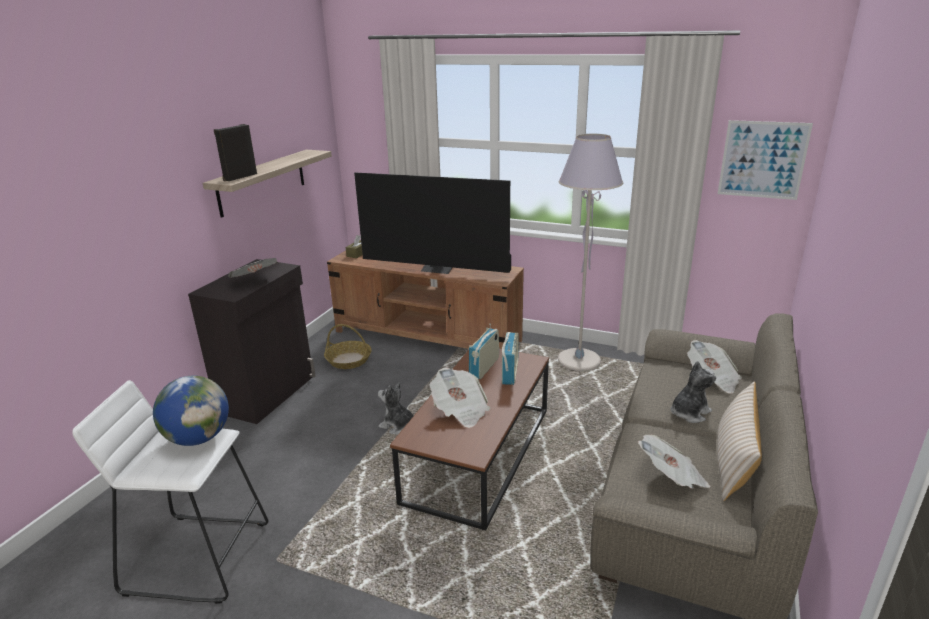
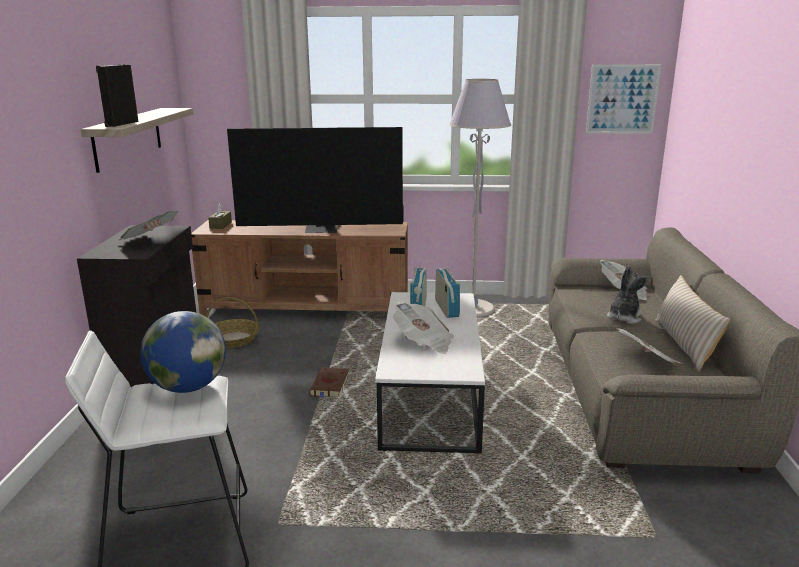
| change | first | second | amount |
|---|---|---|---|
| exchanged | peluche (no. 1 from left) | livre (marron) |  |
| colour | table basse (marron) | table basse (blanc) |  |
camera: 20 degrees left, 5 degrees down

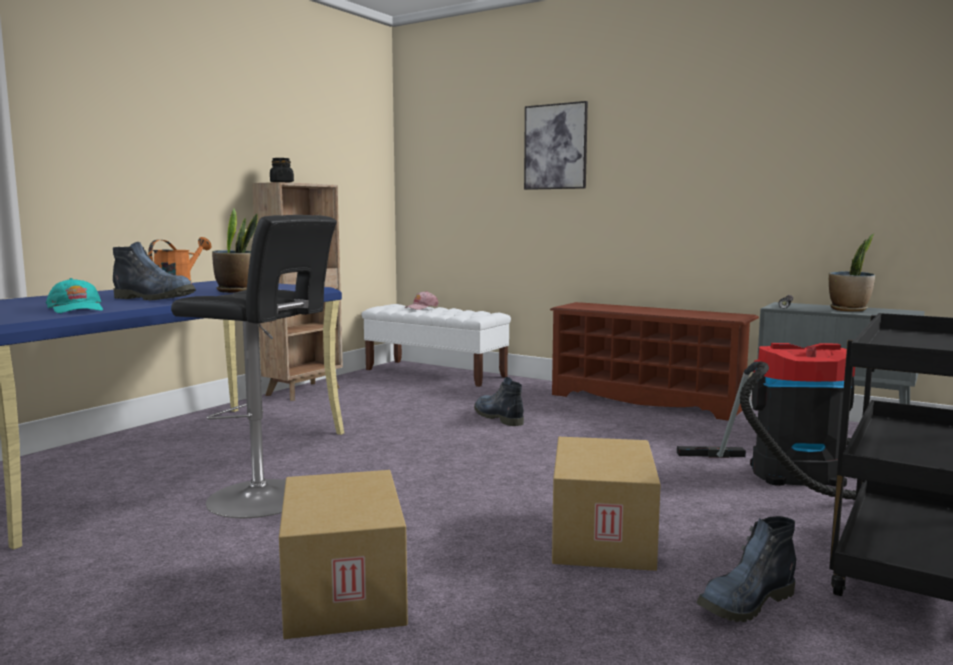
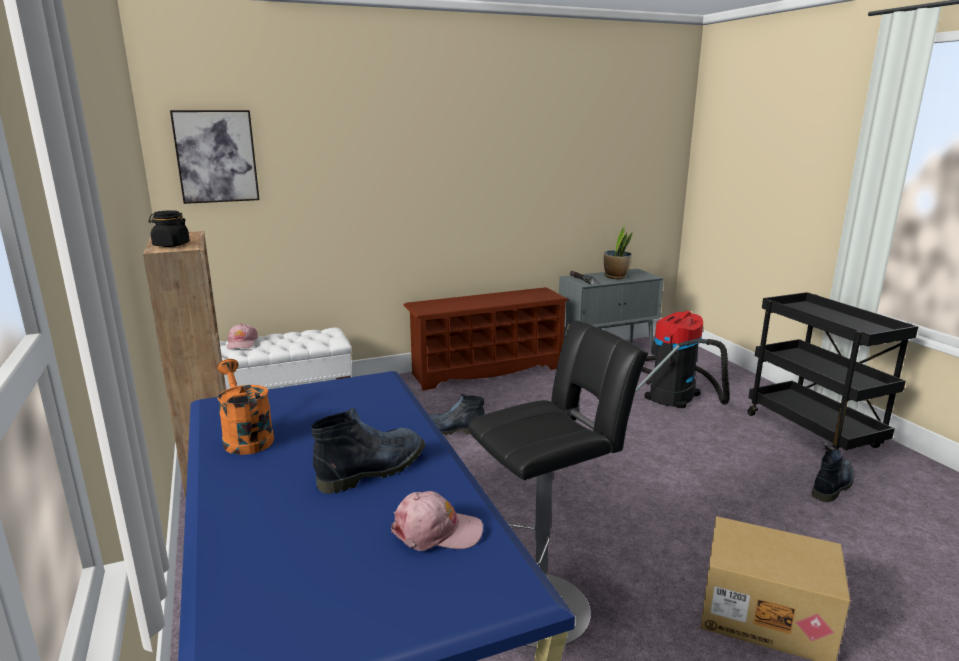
| change | first | second | amount |
|---|---|---|---|
| colour | casquette (turquoise) | casquette (rose) (no. 2 from left) |  |
| missing | plante en pot (no. 1 from left) |  |  |
| relocated | tableau |  |  |
| missing | carton (no. 2 from left) |  |  |
| spun | botte (no. 3 from left) |  | 135 degrees counterclockwise |
camera: 55 degrees left, 10 degrees up

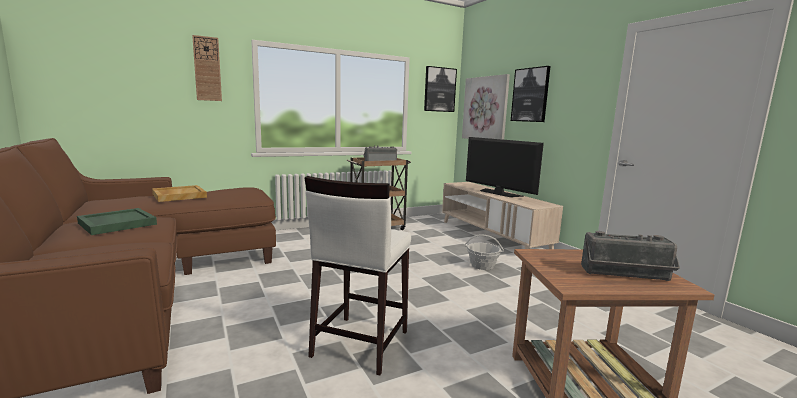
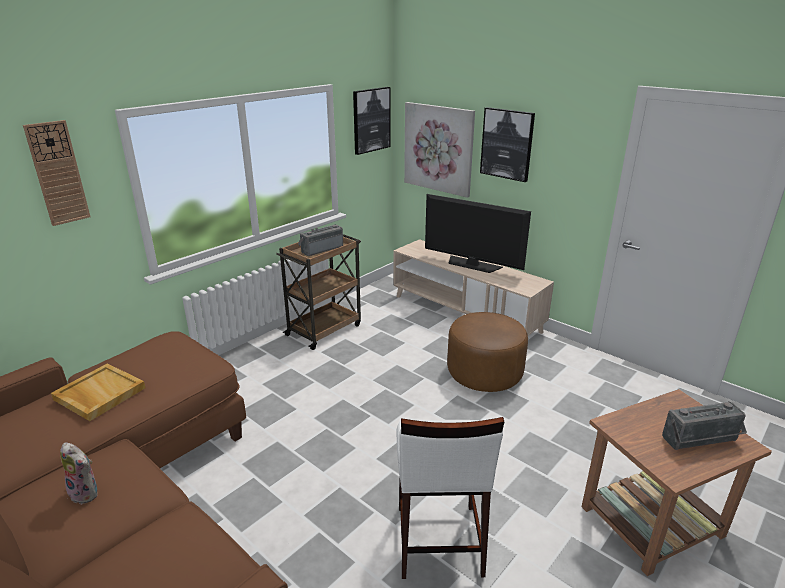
| change | first | second | amount |
|---|---|---|---|
| exchanged | plateau (vert) | peluche |  |
| exchanged | panier | pouf (marron) |  |
camera: 20 degrees left, 15 degrees up

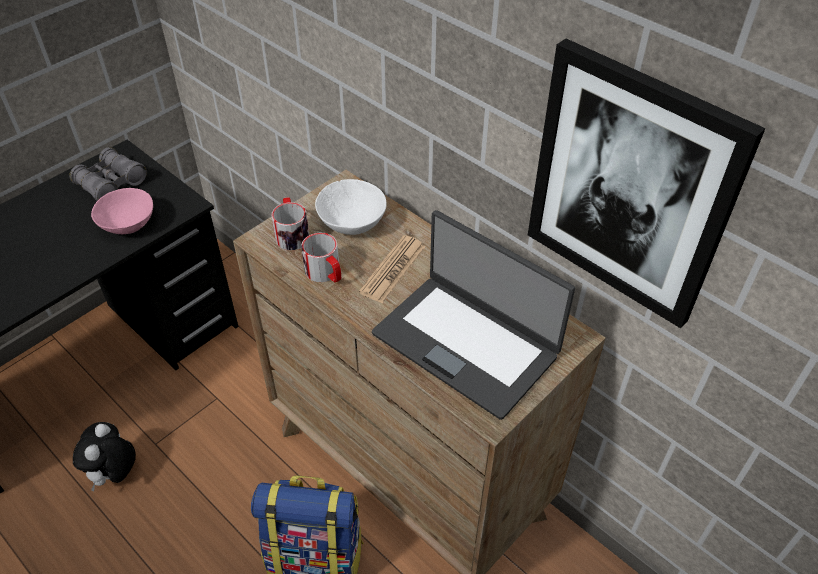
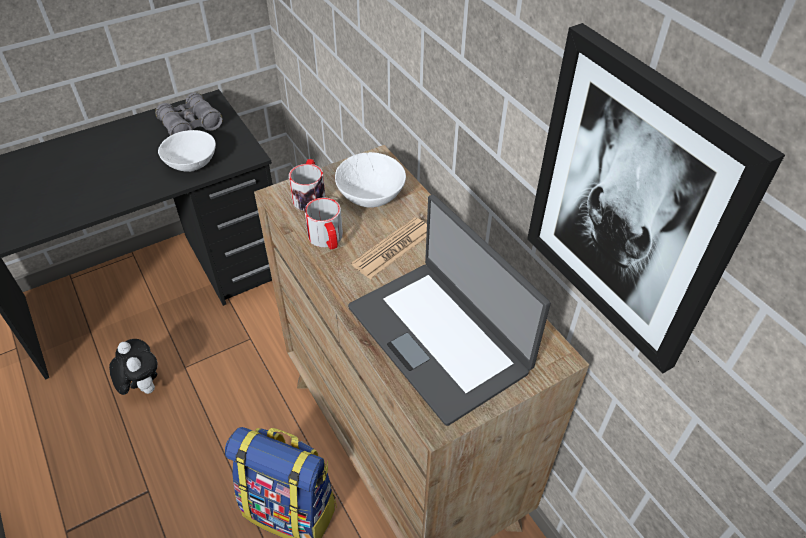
| change | first | second | amount |
|---|---|---|---|
| spun | peluche |  | 120 degrees clockwise |
| colour | bol (rose) | bol (blanc) (no. 1 from left) |  |
camera: 15 degrees right, 0 degrees up

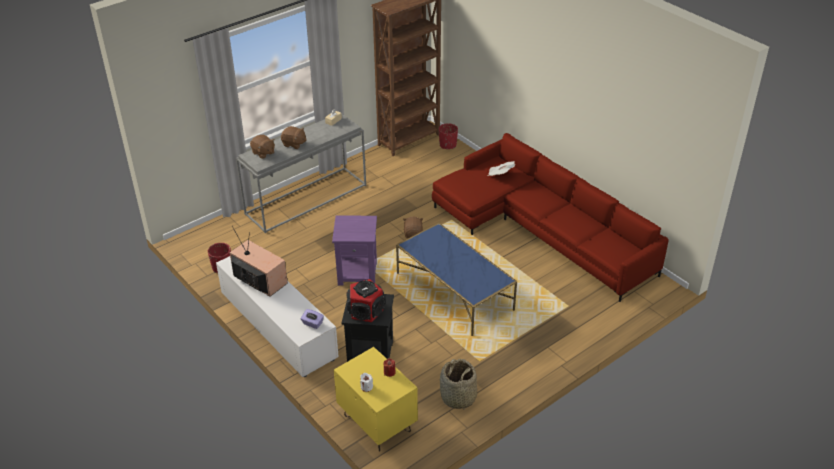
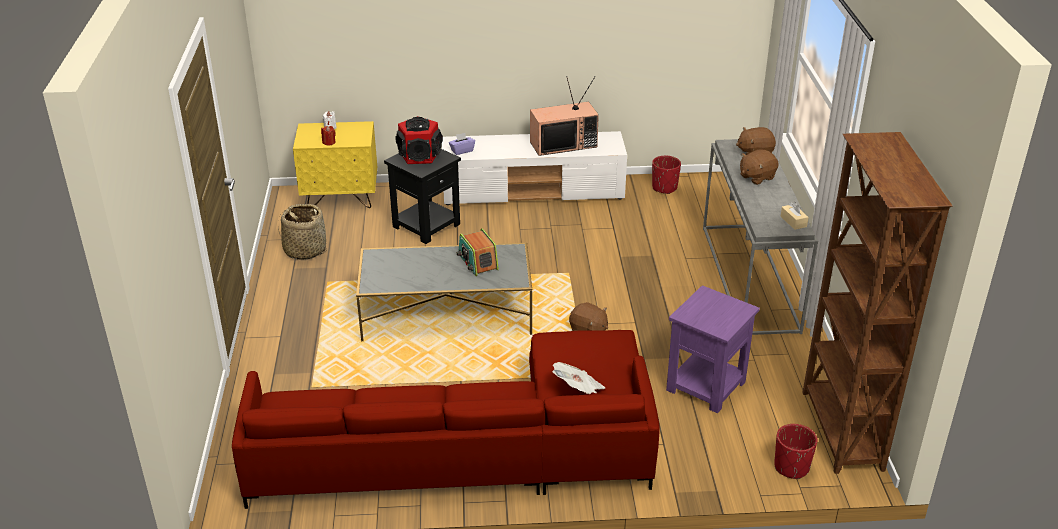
| change | first | second | amount |
|---|---|---|---|
| relocated | table d'appoint (violet) |  |  |
| colour | table basse (bleu) | table basse (gris) |  |
| appeared |  | radio |  |
camera: 125 degrees right, 5 degrees down

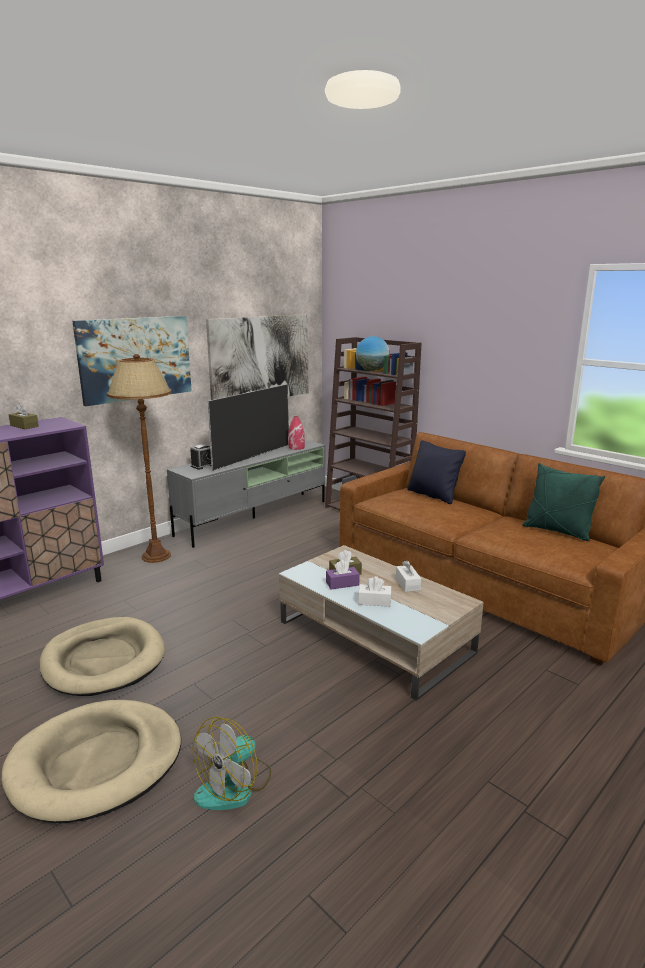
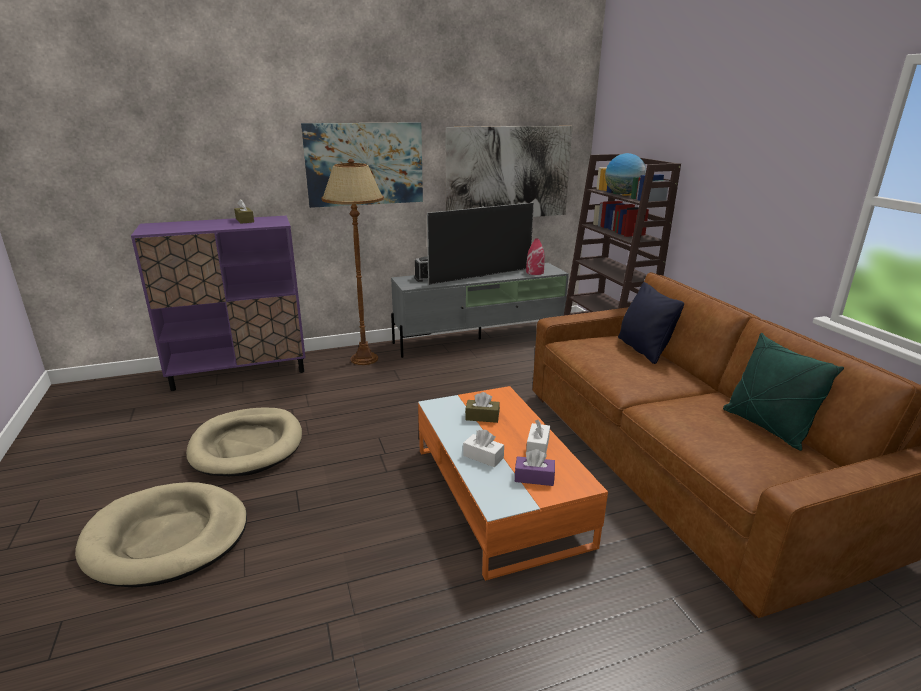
| change | first | second | amount |
|---|---|---|---|
| missing | ventilateur |  |  |
| colour | table basse (beige) | table basse (orange) |  |
| relocated | boîte à mouchoirs (violet) |  |  |
camera: 25 degrees right, 5 degrees up

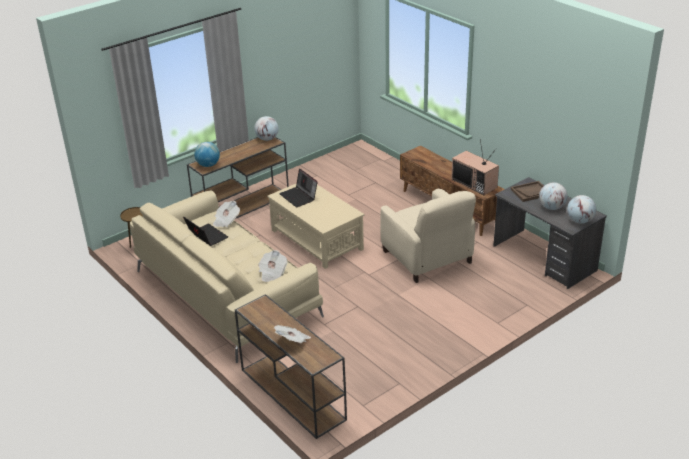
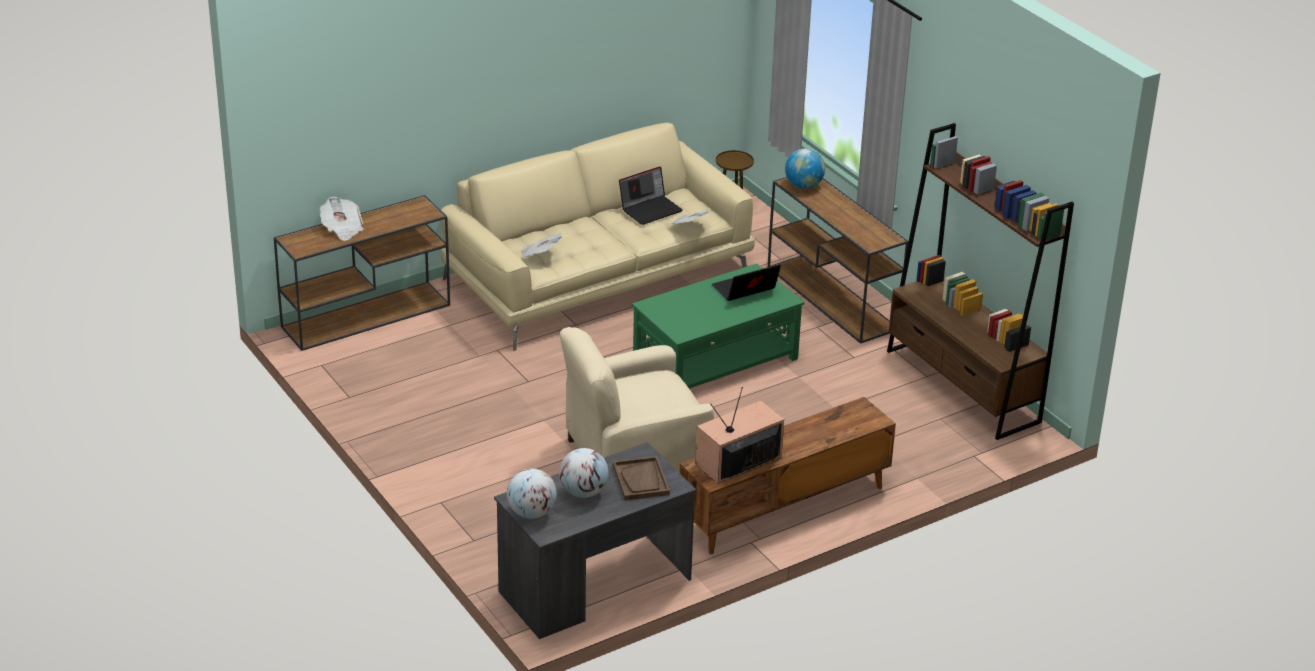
| change | first | second | amount |
|---|---|---|---|
| missing | globe (no. 2 from left) |  |  |
| colour | table basse (beige) | table basse (vert) |  |
| appeared |  | bibliothèque (marron) |  |
camera: 95 degrees right, 0 degrees up

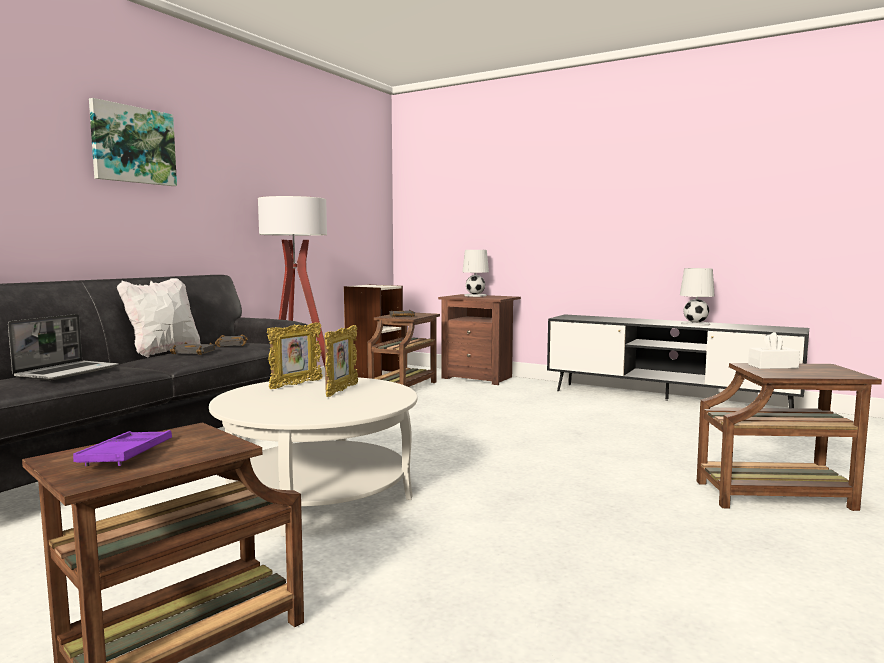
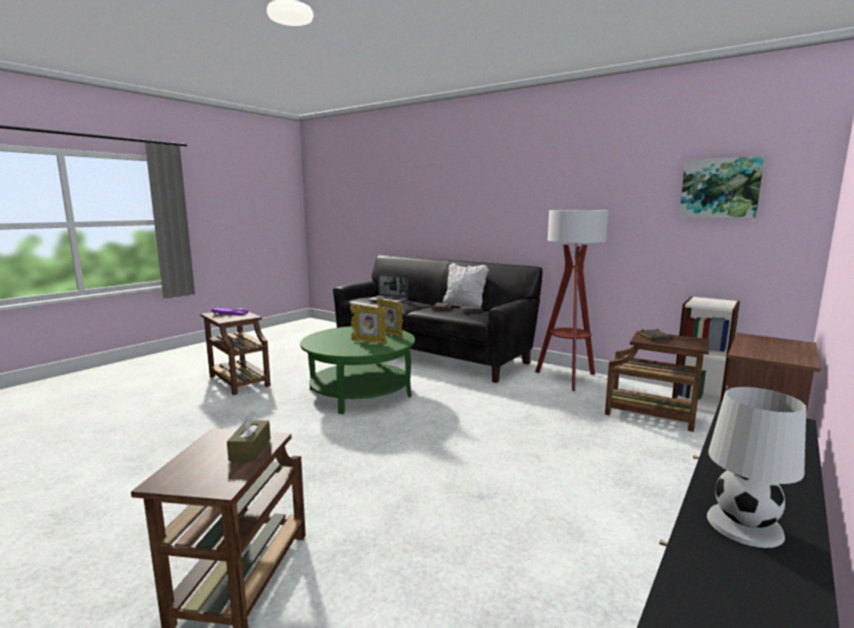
| change | first | second | amount |
|---|---|---|---|
| relocated | tableau |  |  |
| colour | table basse (blanc) | table basse (vert) |  |
| missing | lampe de table (blanc) (no. 1 from left) |  |  |
| colour | boîte à mouchoirs (blanc) | boîte à mouchoirs (marron) |  |
camera: 95 degrees right, 5 degrees up

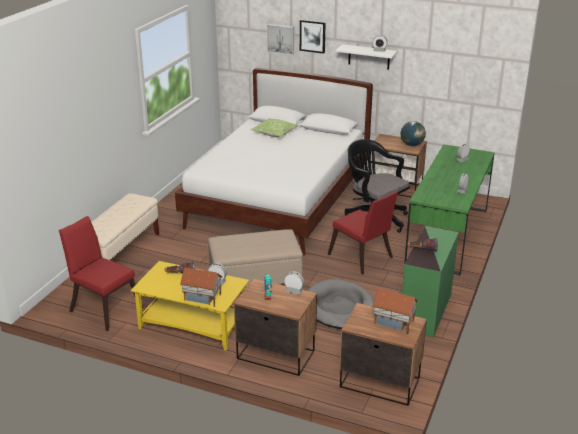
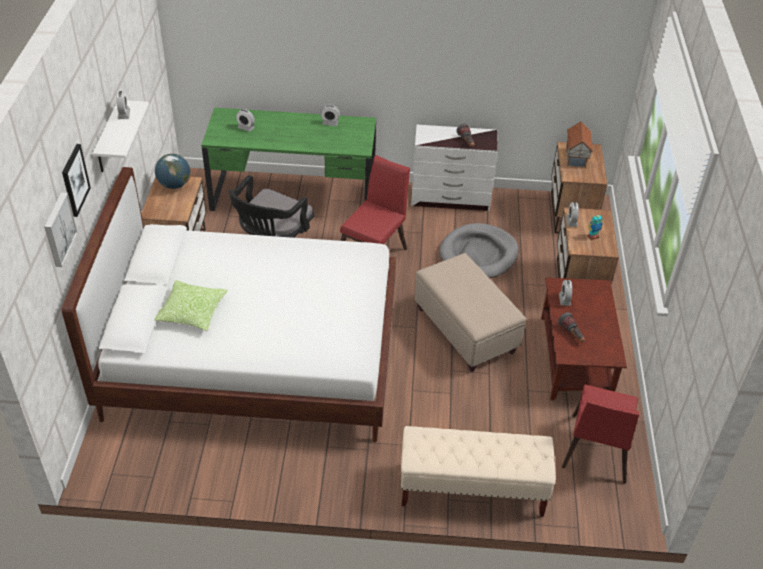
| change | first | second | amount |
|---|---|---|---|
| colour | table basse (jaune) | table basse (marron) |  |
| missing | maison miniature (no. 1 from left) |  |  |
| colour | commode (vert) | commode (blanc) |  |
camera: 110 degrees left, 15 degrees up

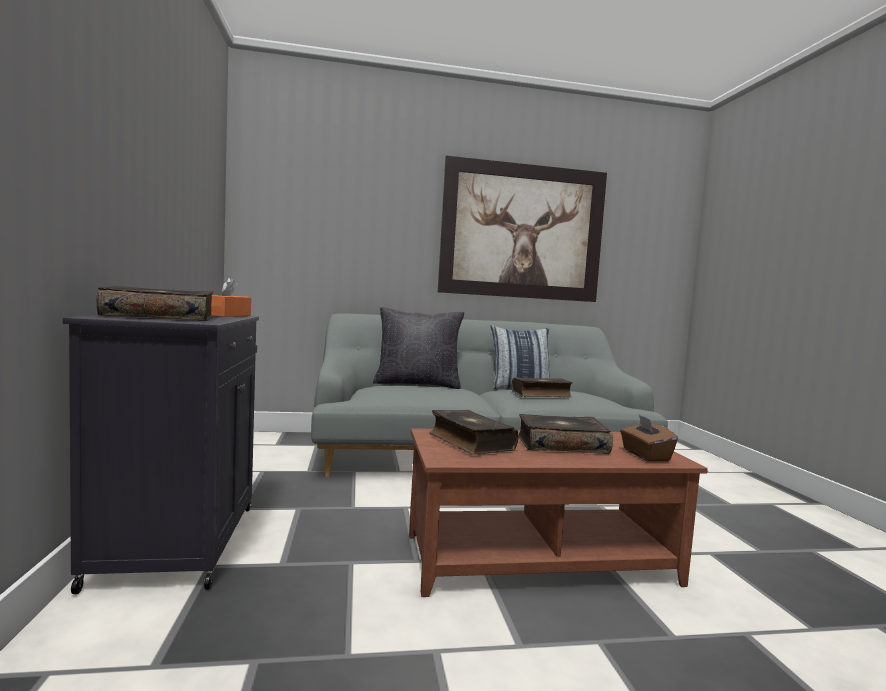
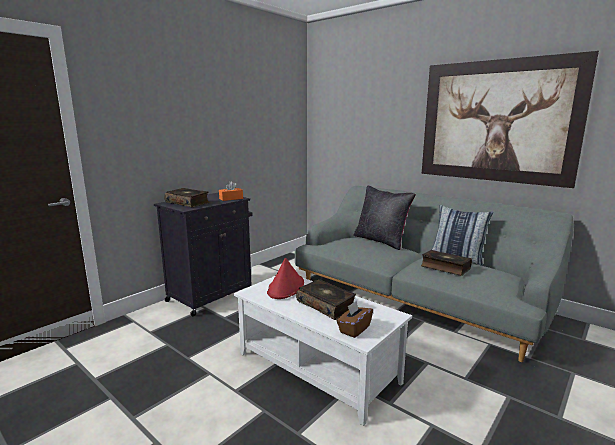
| change | first | second | amount |
|---|---|---|---|
| colour | table basse (marron) | table basse (blanc) |  |
| exchanged | livre (no. 2 from left) | chapeau (rouge) |  |
camera: 50 degrees right, 10 degrees up

